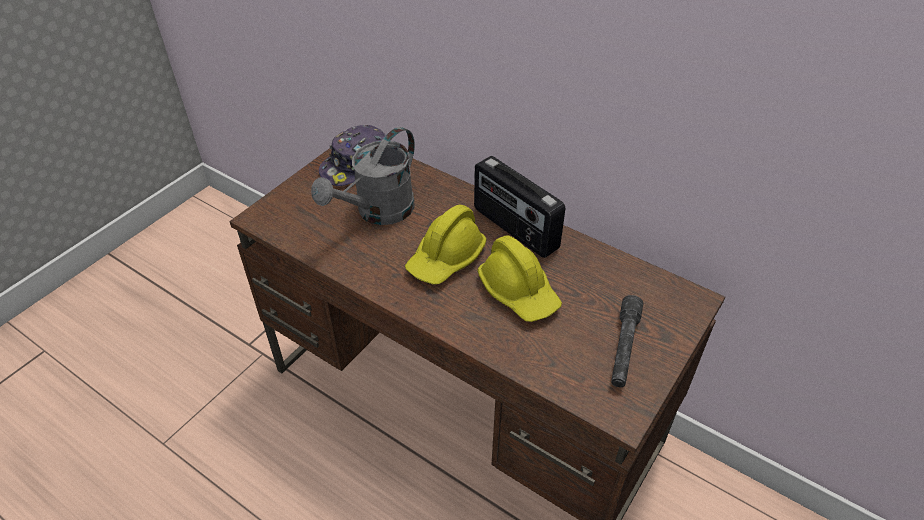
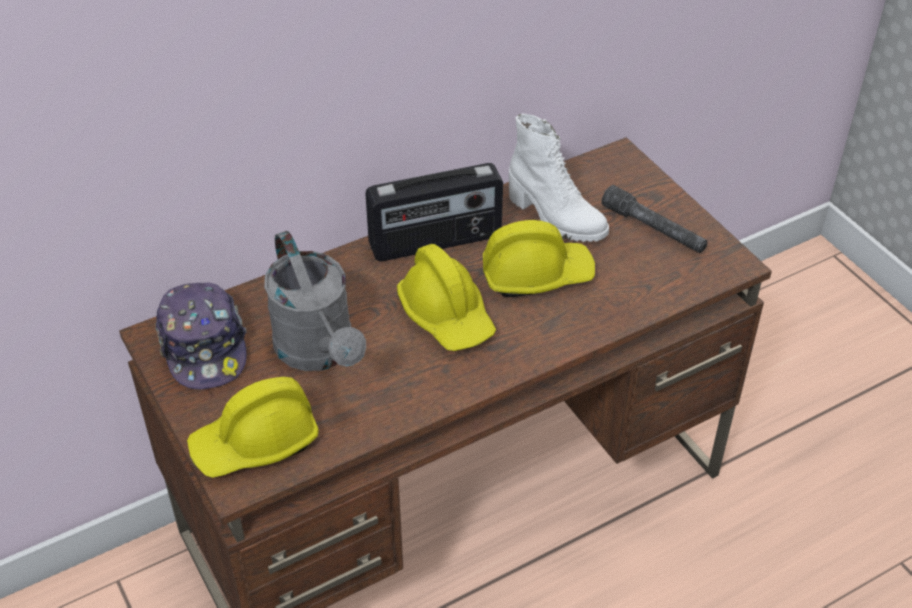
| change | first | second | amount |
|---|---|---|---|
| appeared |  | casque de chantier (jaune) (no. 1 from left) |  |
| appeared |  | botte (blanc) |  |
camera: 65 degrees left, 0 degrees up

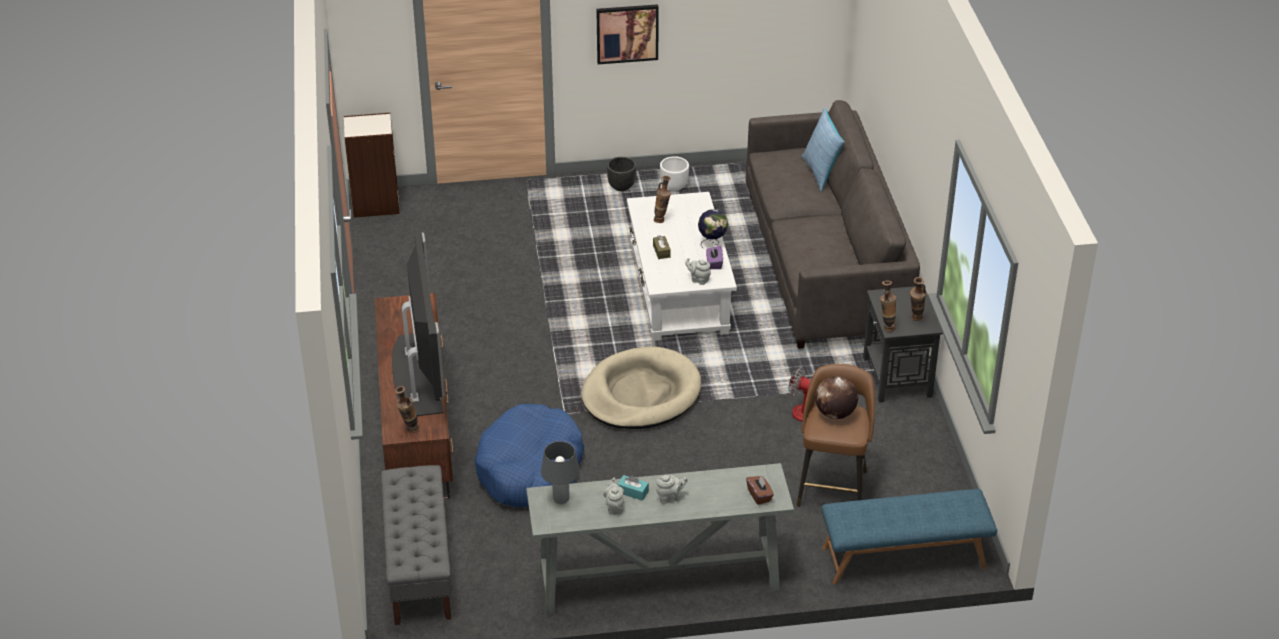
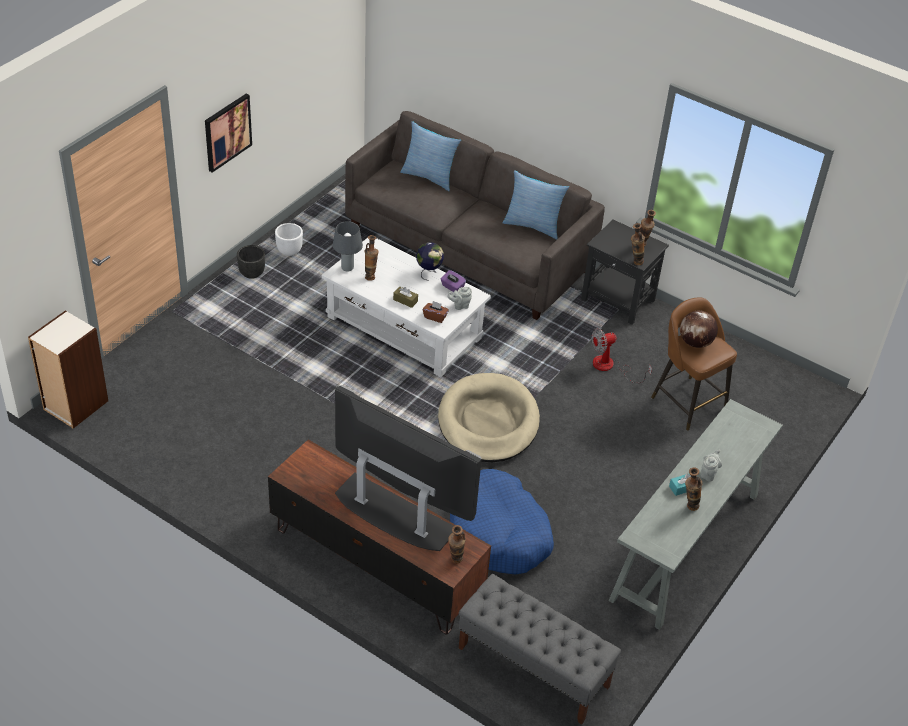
| change | first | second | amount |
|---|---|---|---|
| relocated | lampe de table (gris) |  |  |
| exchanged | théière (gris) (no. 1 from left) | vase (no. 5 from left) |  |
| relocated | boîte à mouchoirs (marron) (no. 2 from left) |  |  |
| missing | banc (bleu) |  |  |
| appeared |  | coussin (no. 2 from left) |  |
camera: 50 degrees left, 5 degrees up

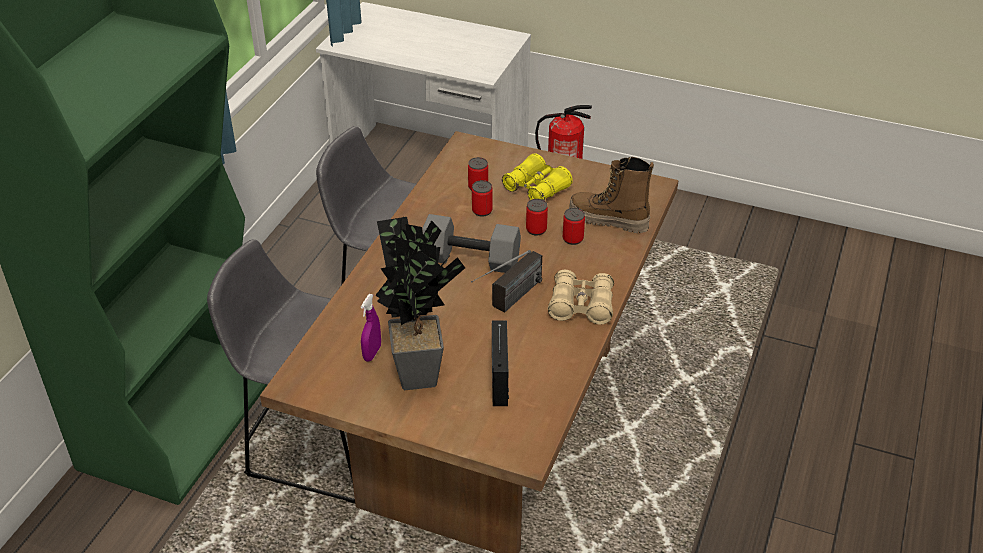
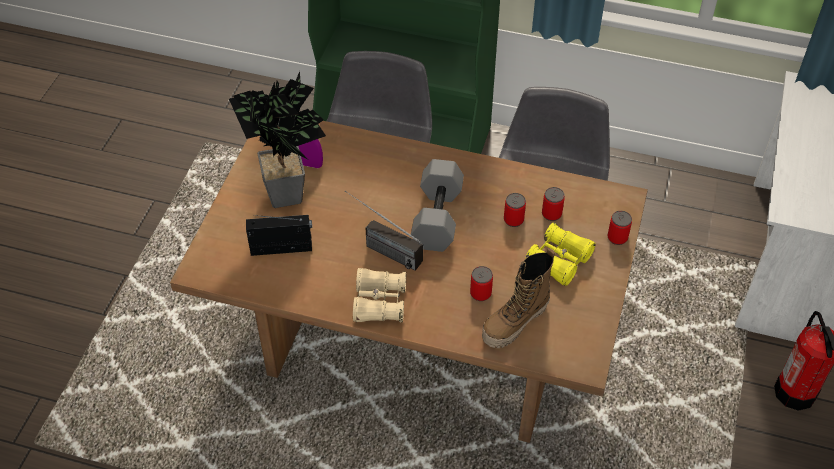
| change | first | second | amount |
|---|---|---|---|
| relocated | boîte métallique (no. 3 from left in the first image) | boîte métallique (no. 4 from left) |  |
| spun | botte |  | 150 degrees counterclockwise |
camera: 85 degrees right, 10 degrees up

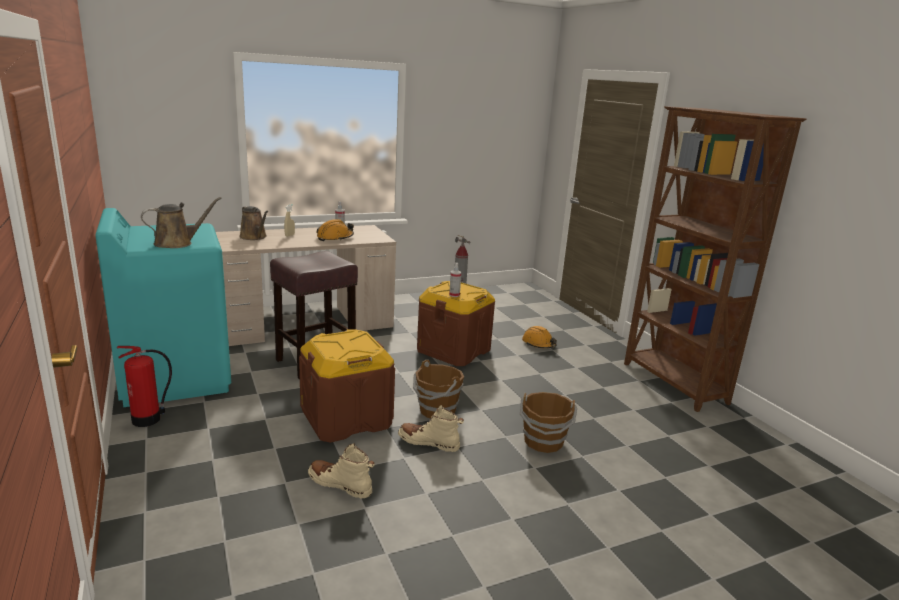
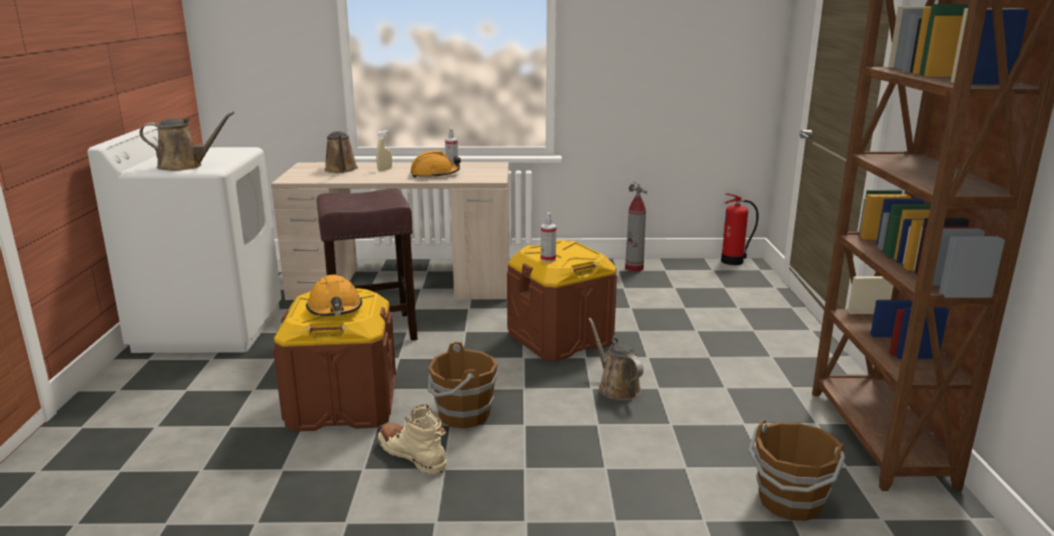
| change | first | second | amount |
|---|---|---|---|
| colour | lave-linge (turquoise) | lave-linge (blanc) |  |
| relocated | extincteur (no. 1 from left in the first image) | extincteur (no. 2 from left) |  |
| missing | botte (beige) (no. 1 from left) |  |  |
| relocated | seau (marron) (no. 2 from left) |  |  |
| relocated | casque de chantier (orange) (no. 2 from left in the first image) | casque de chantier (orange) (no. 1 from left) |  |
| appeared |  | arrosoir (marron) (no. 3 from left) |  |
camera: 25 degrees right, 0 degrees up

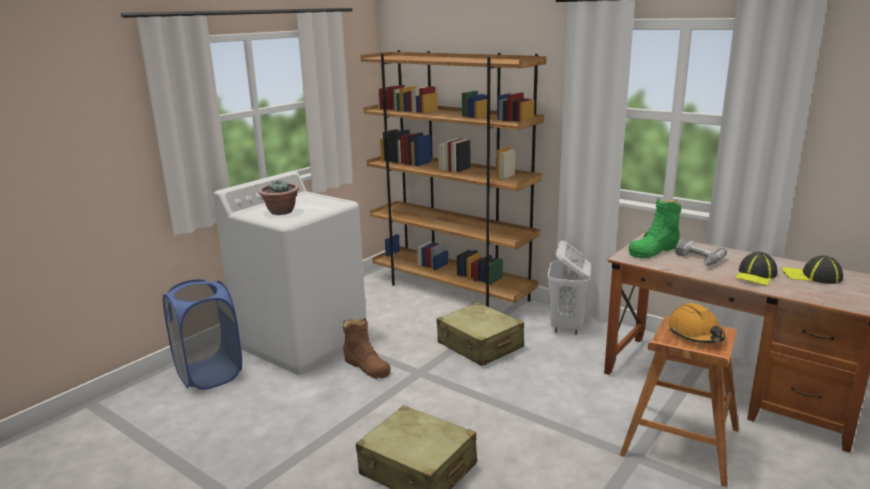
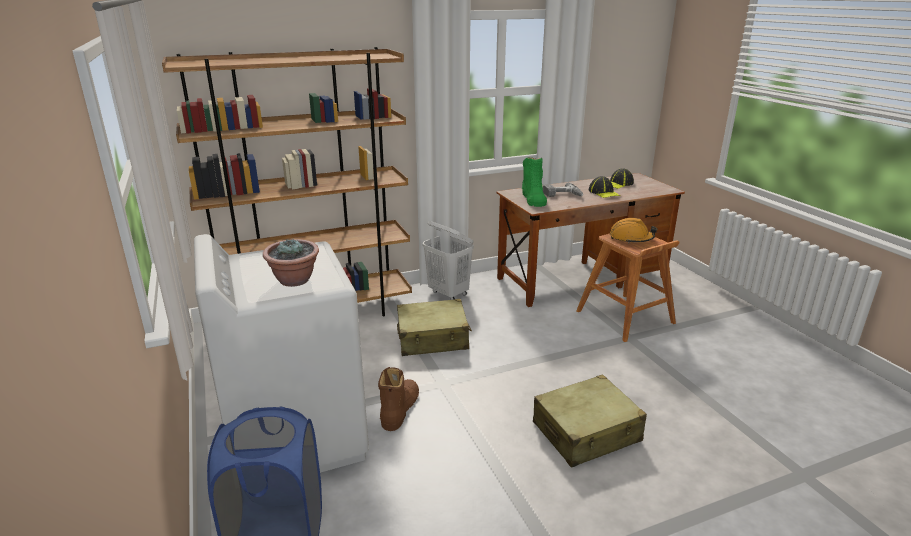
| change | first | second | amount |
|---|---|---|---|
| spun | botte (marron) |  | 60 degrees counterclockwise |
camera: 60 degrees left, 5 degrees up

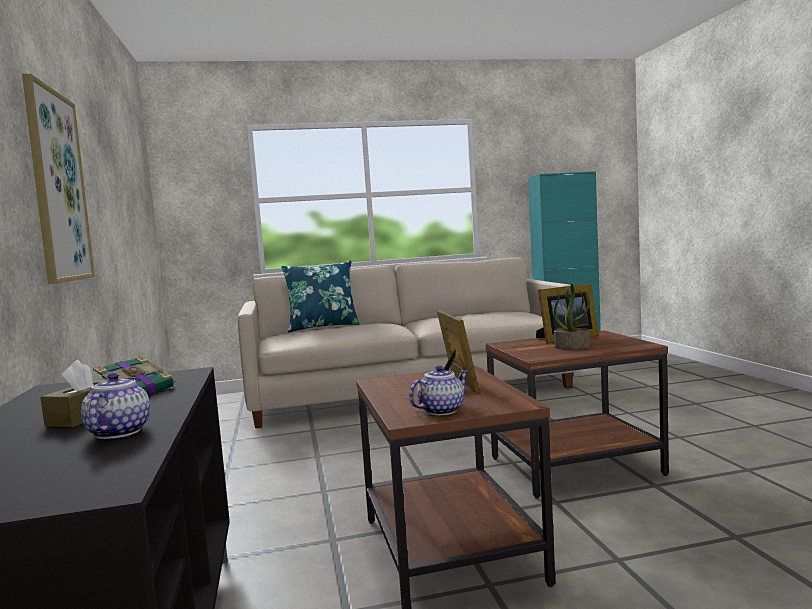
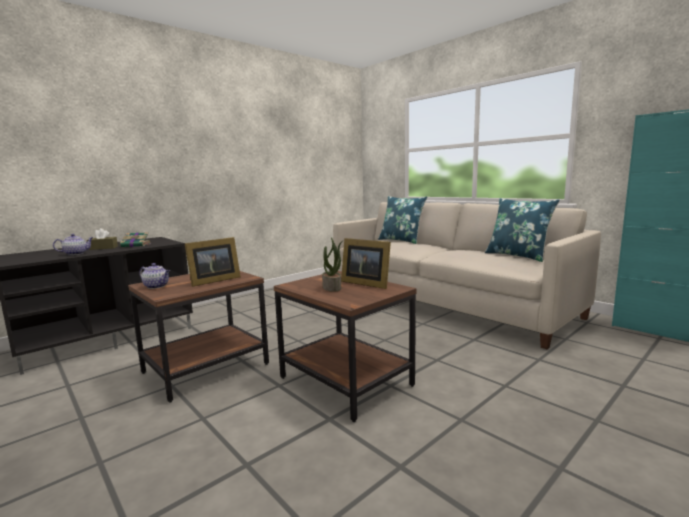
| change | first | second | amount |
|---|---|---|---|
| missing | tableau |  |  |
| appeared |  | coussin (bleu) (no. 2 from left) |  |
camera: 60 degrees right, 5 degrees up

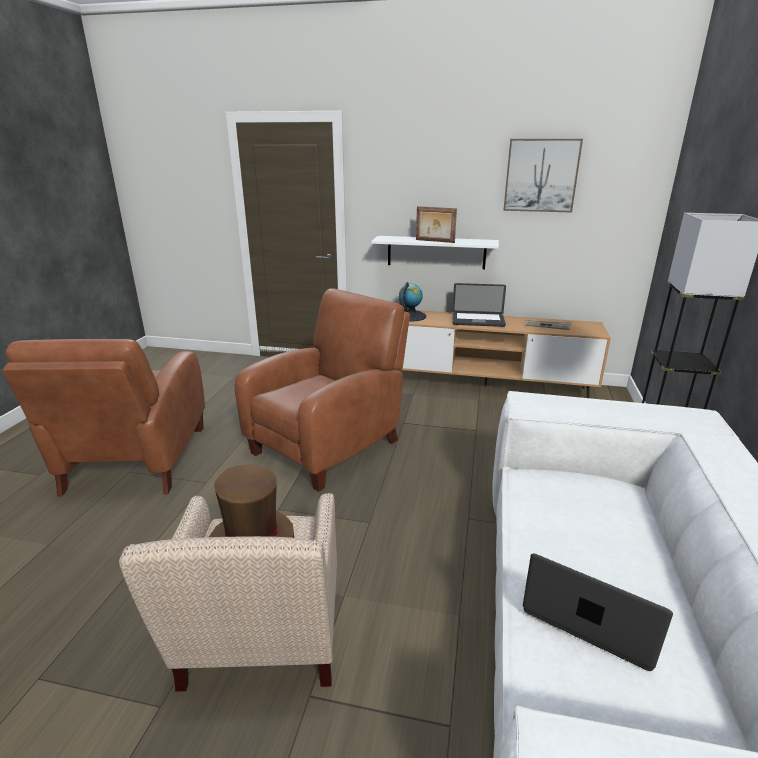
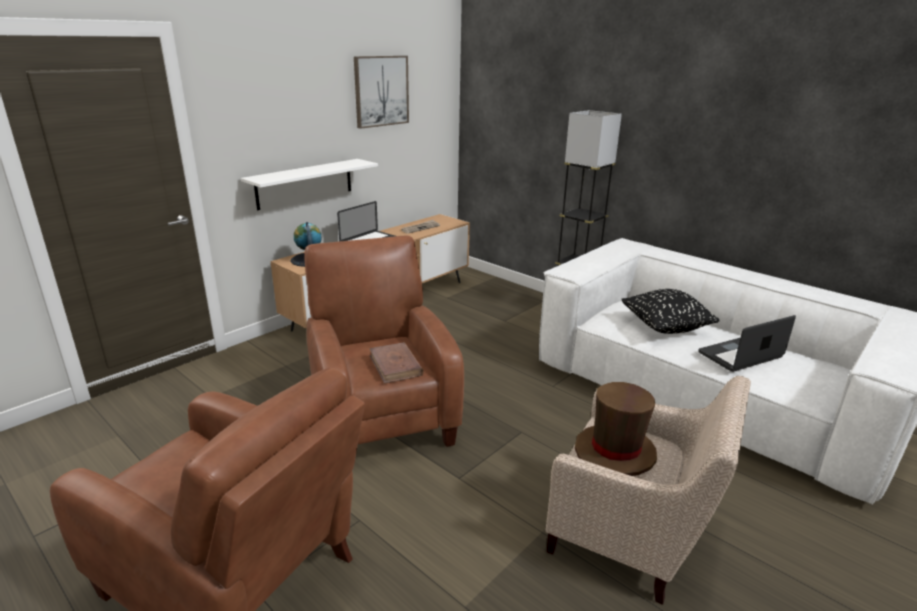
| change | first | second | amount |
|---|---|---|---|
| missing | cadre photo |  |  |
| appeared |  | livre (marron) |  |
| appeared |  | coussin (noir) |  |
camera: 60 degrees left, 0 degrees up

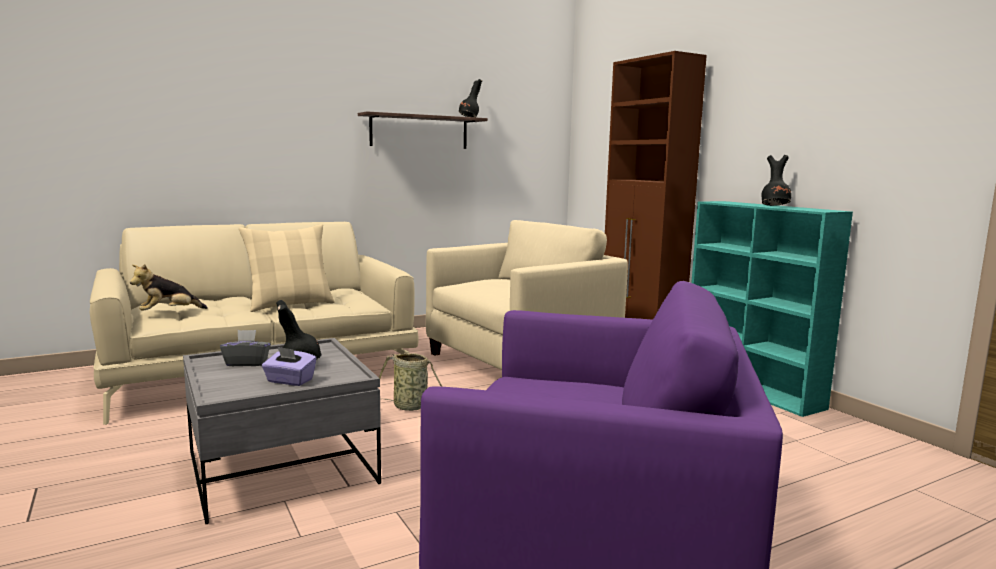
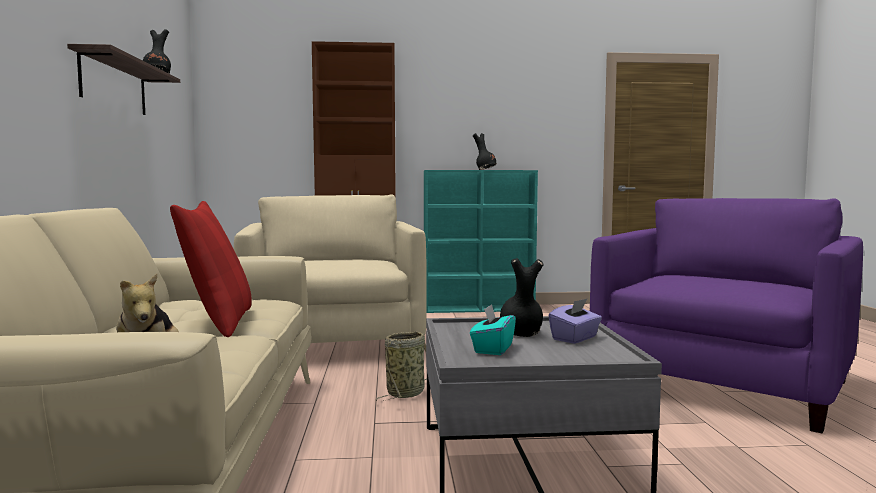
| change | first | second | amount |
|---|---|---|---|
| colour | boîte à mouchoirs (gris) | boîte à mouchoirs (turquoise) |  |
| colour | coussin (beige) | coussin (rouge) |  |
camera: 65 degrees left, 5 degrees down

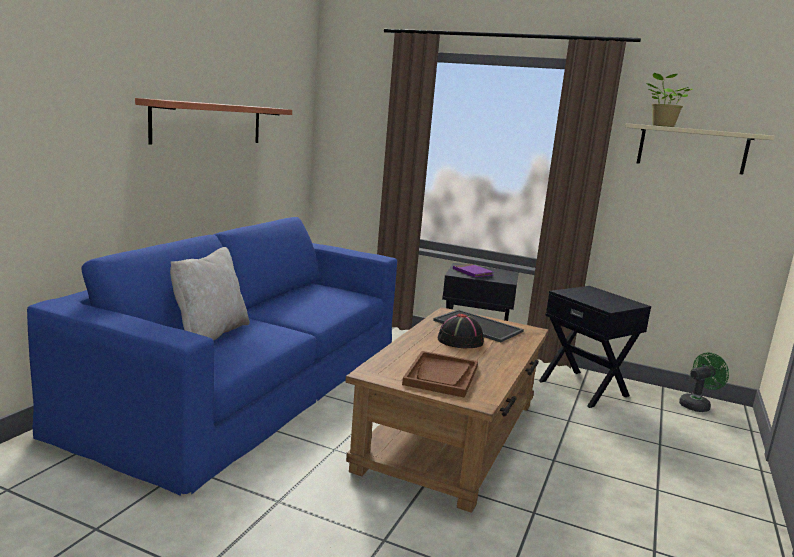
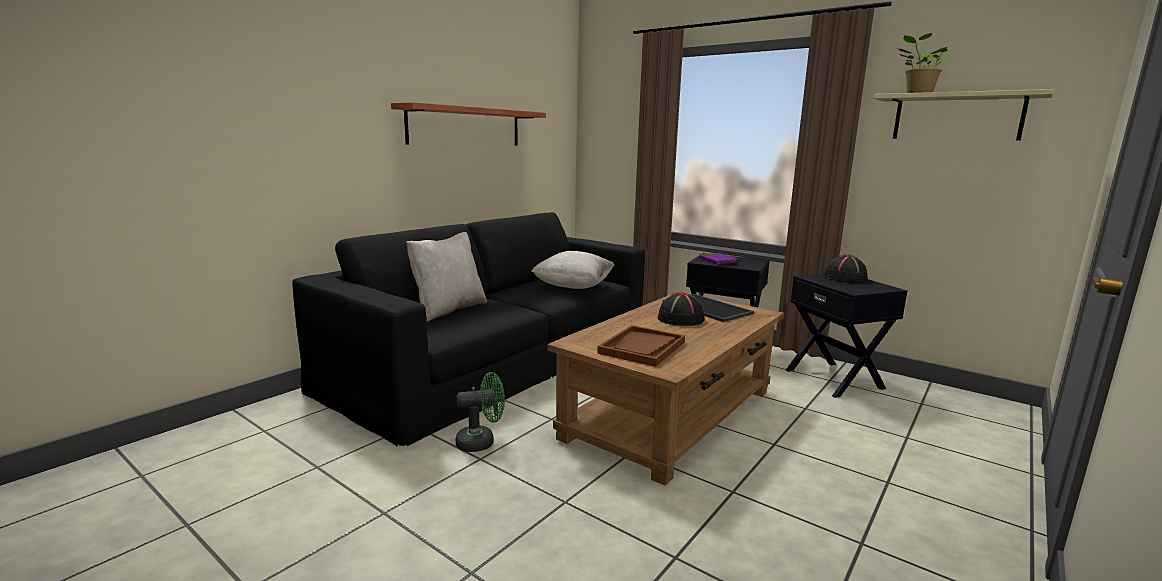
| change | first | second | amount |
|---|---|---|---|
| colour | canapé (bleu) | canapé (noir) |  |
| relocated | ventilateur (vert) |  |  |
| appeared |  | coussin (beige) (no. 2 from left) |  |
| appeared |  | chapeau (noir) (no. 2 from left) |  |
camera: 15 degrees right, 0 degrees up

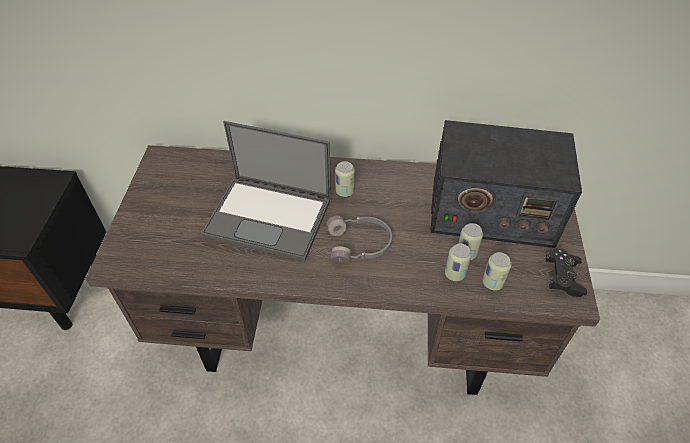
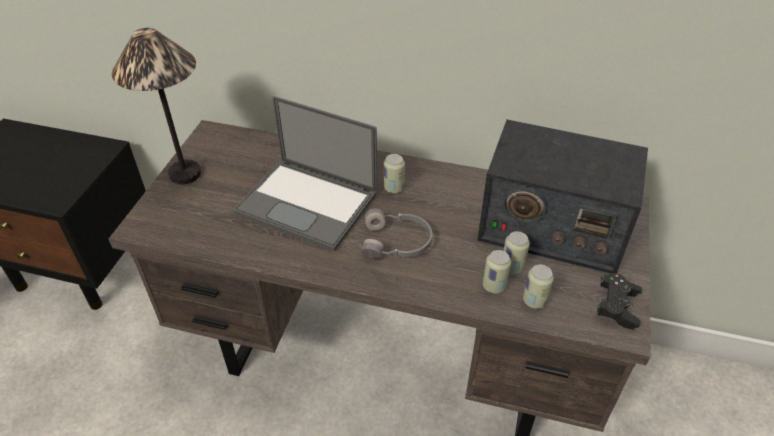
| change | first | second | amount |
|---|---|---|---|
| appeared |  | lampe de table |  |
camera: 10 degrees right, 5 degrees down

